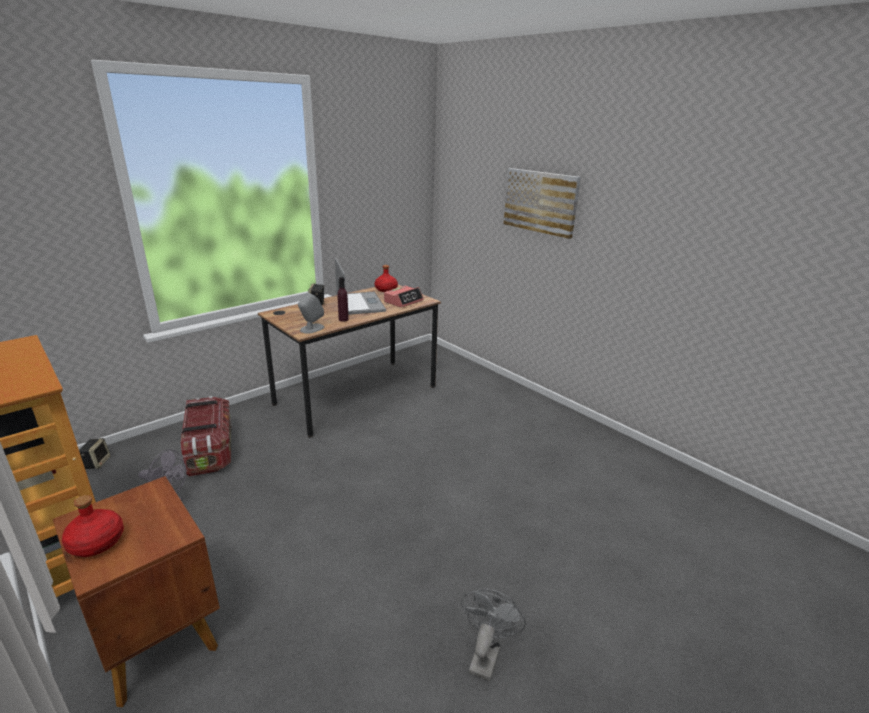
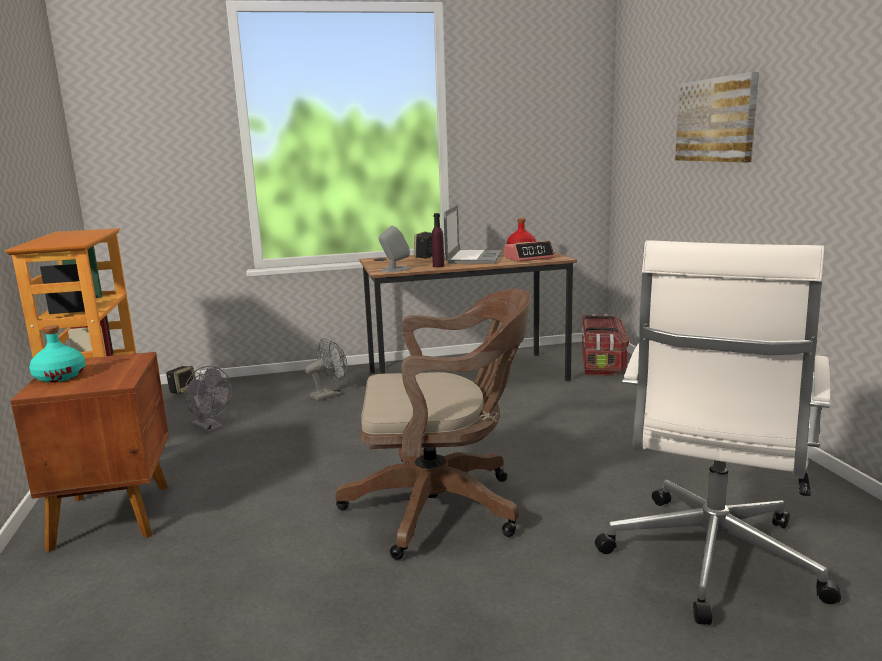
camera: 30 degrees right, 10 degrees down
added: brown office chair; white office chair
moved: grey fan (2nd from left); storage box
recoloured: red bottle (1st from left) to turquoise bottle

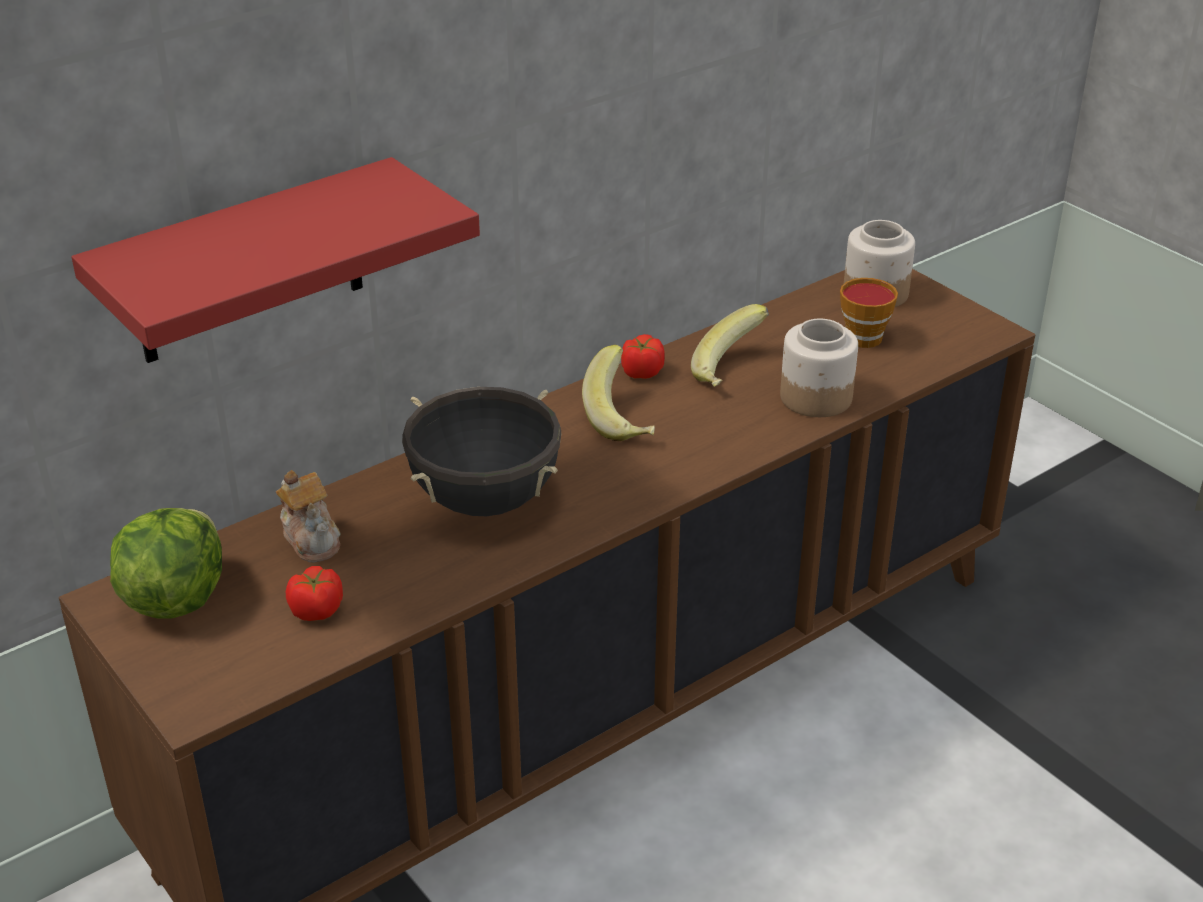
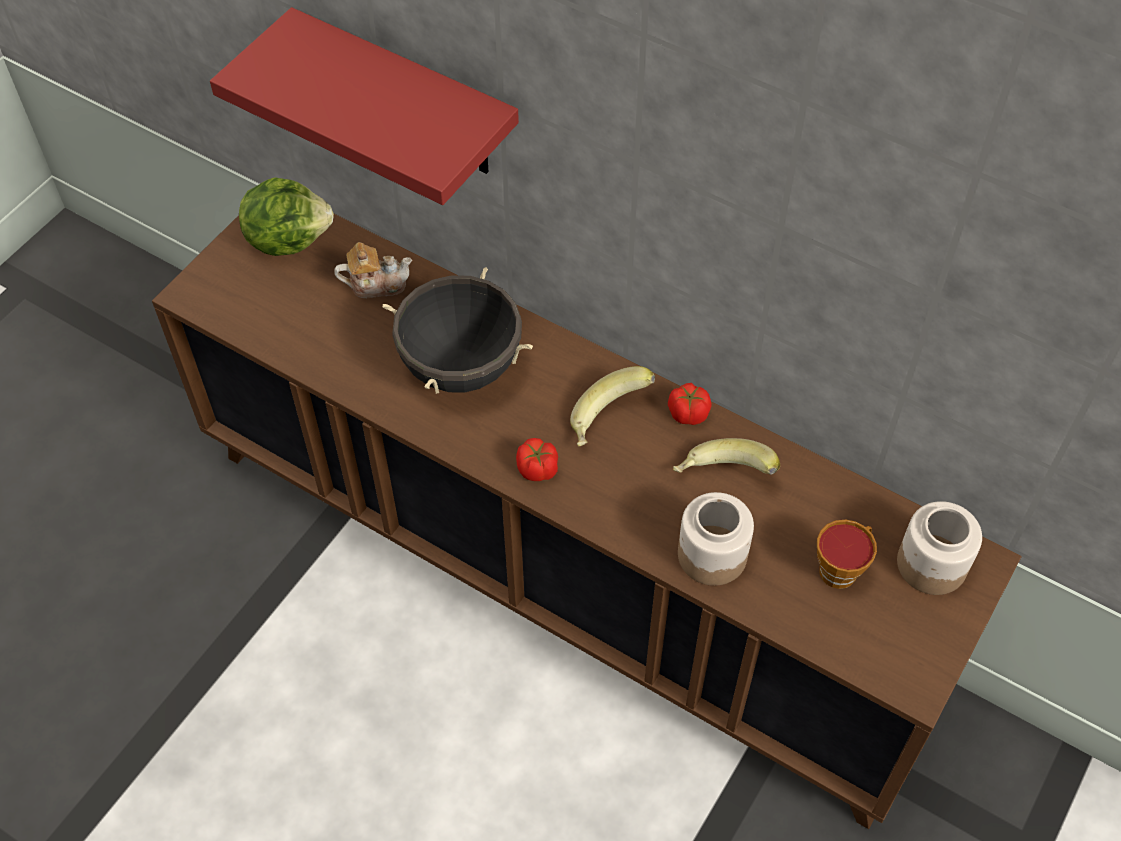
camera: 70 degrees right, 20 degrees up
moved: tomato (1st from left)
turned: teapot 135 degrees counterclockwise

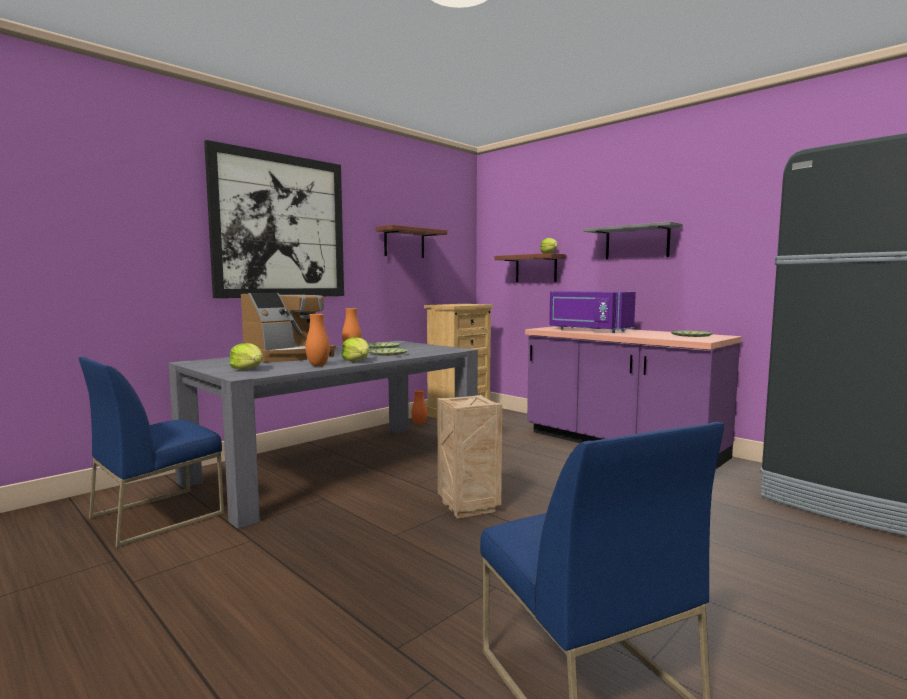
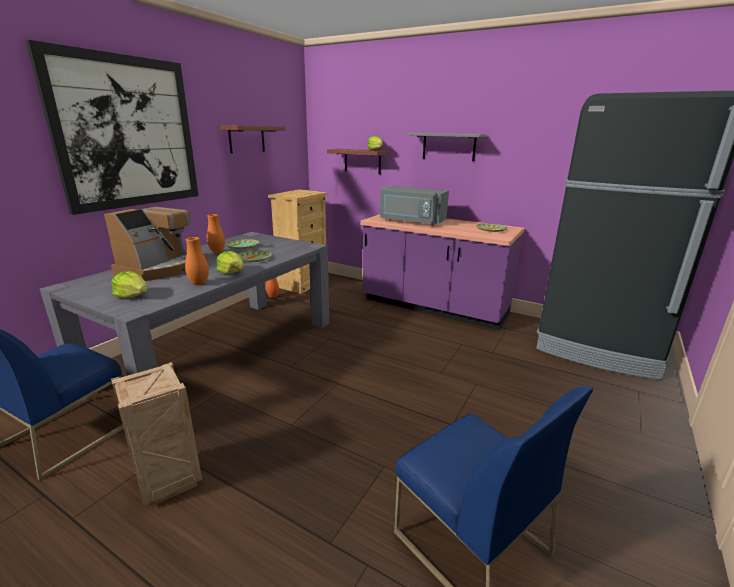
camera: 15 degrees left, 15 degrees up
moved: crate
recoloured: purple microwave to grey microwave

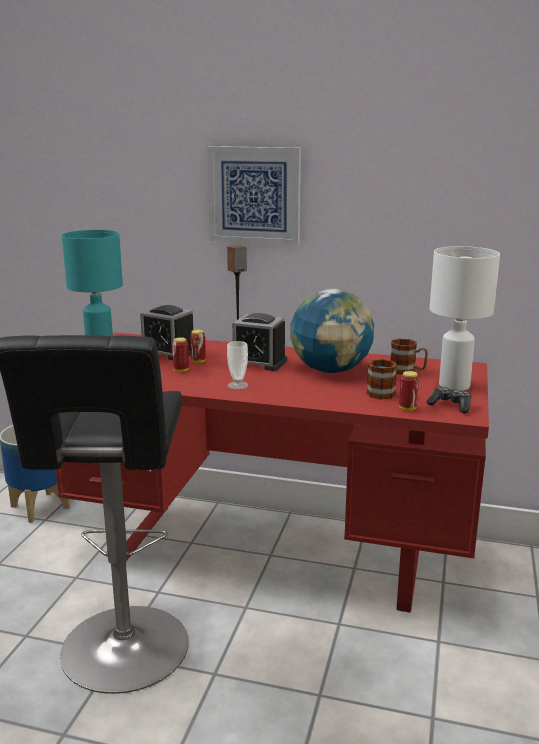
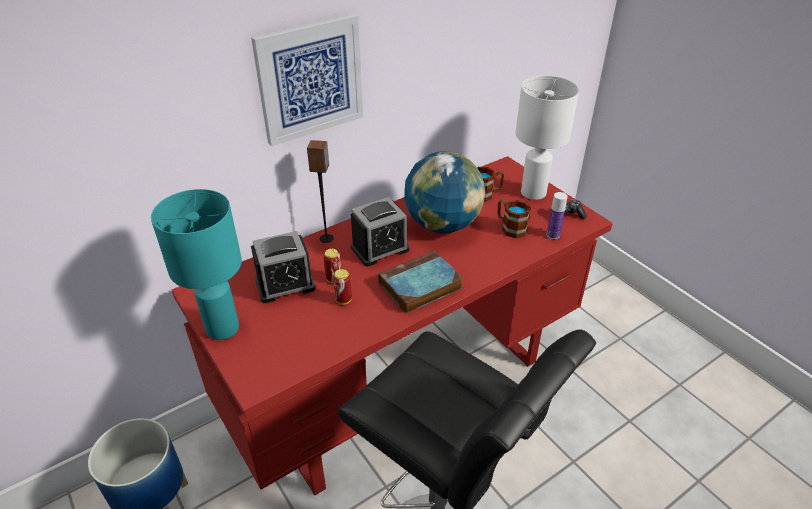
camera: 50 degrees left, 20 degrees up
replaced: cup to book; can (3rd from left) to bottle

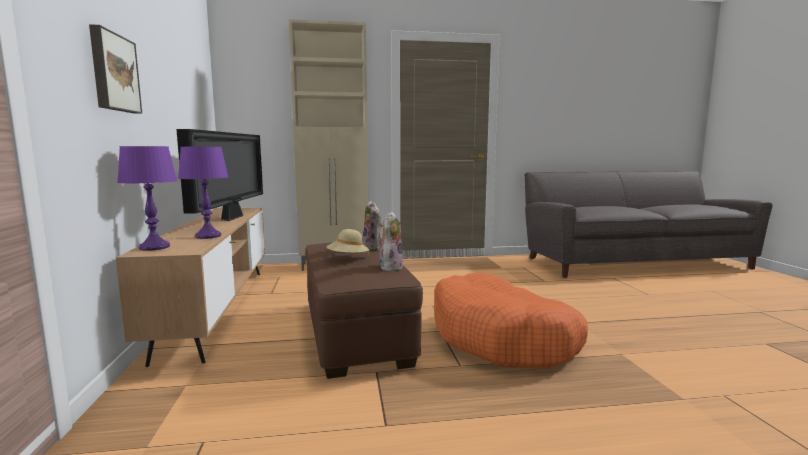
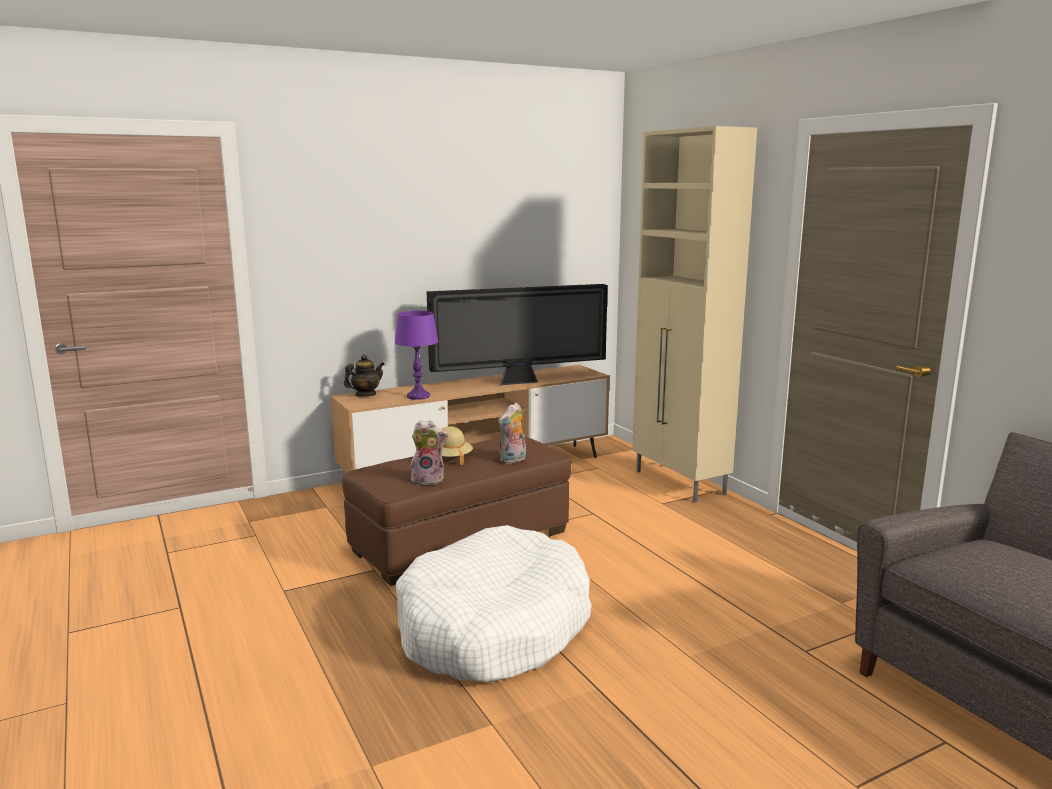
camera: 70 degrees right, 5 degrees up
removed: picture
replaced: purple table lamp (1st from left) to teapot
recoloured: orange dog bed to white dog bed

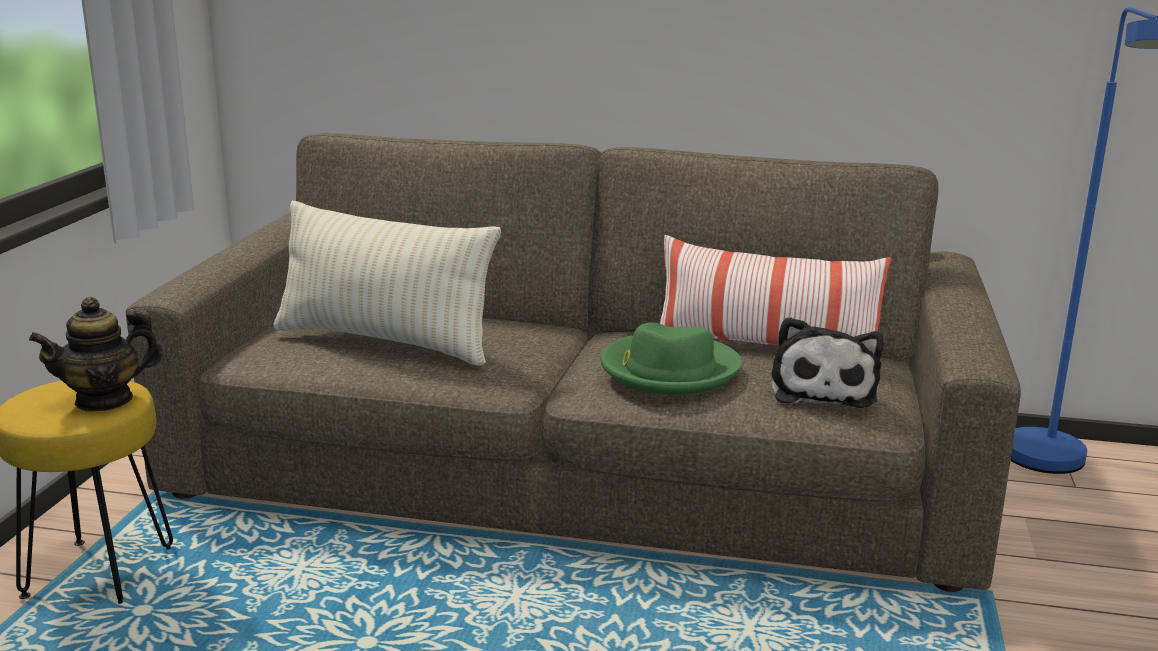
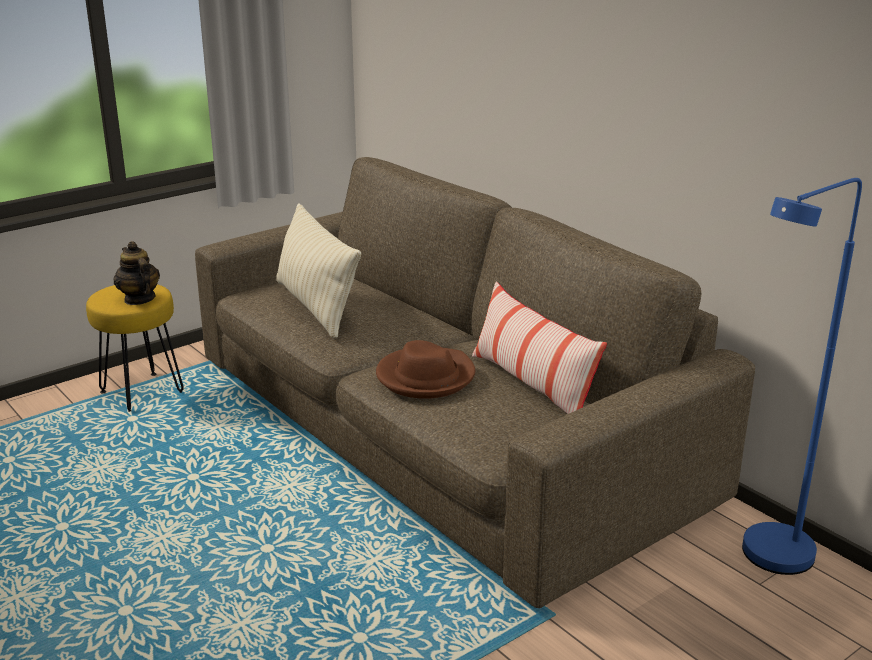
camera: 40 degrees right, 5 degrees up
removed: plush toy
recoloured: green hat to brown hat
turned: teapot 45 degrees clockwise

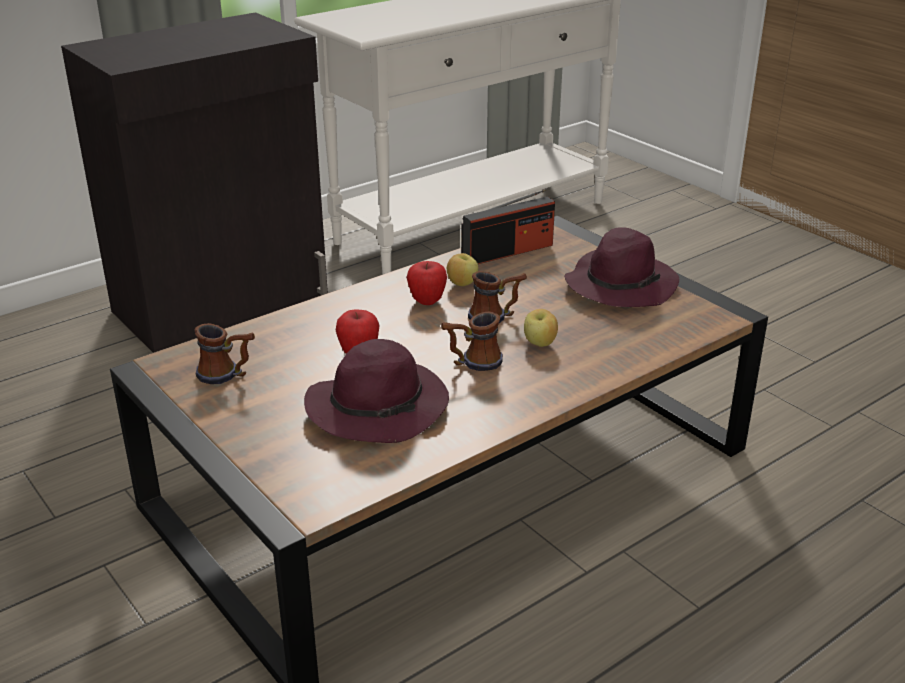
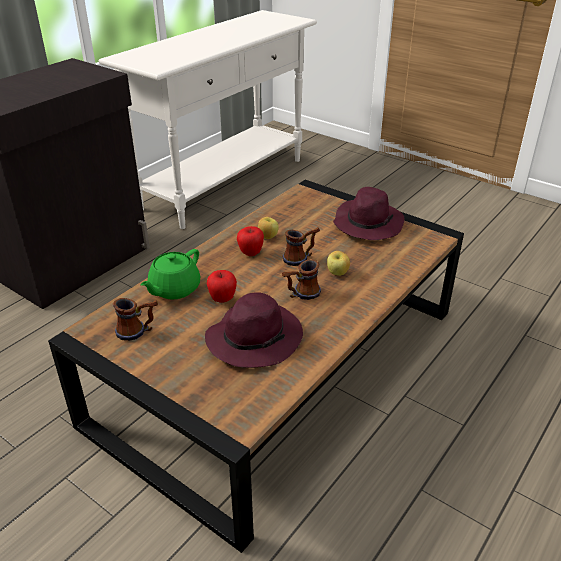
camera: 15 degrees left, 5 degrees up
removed: radio
added: green teapot

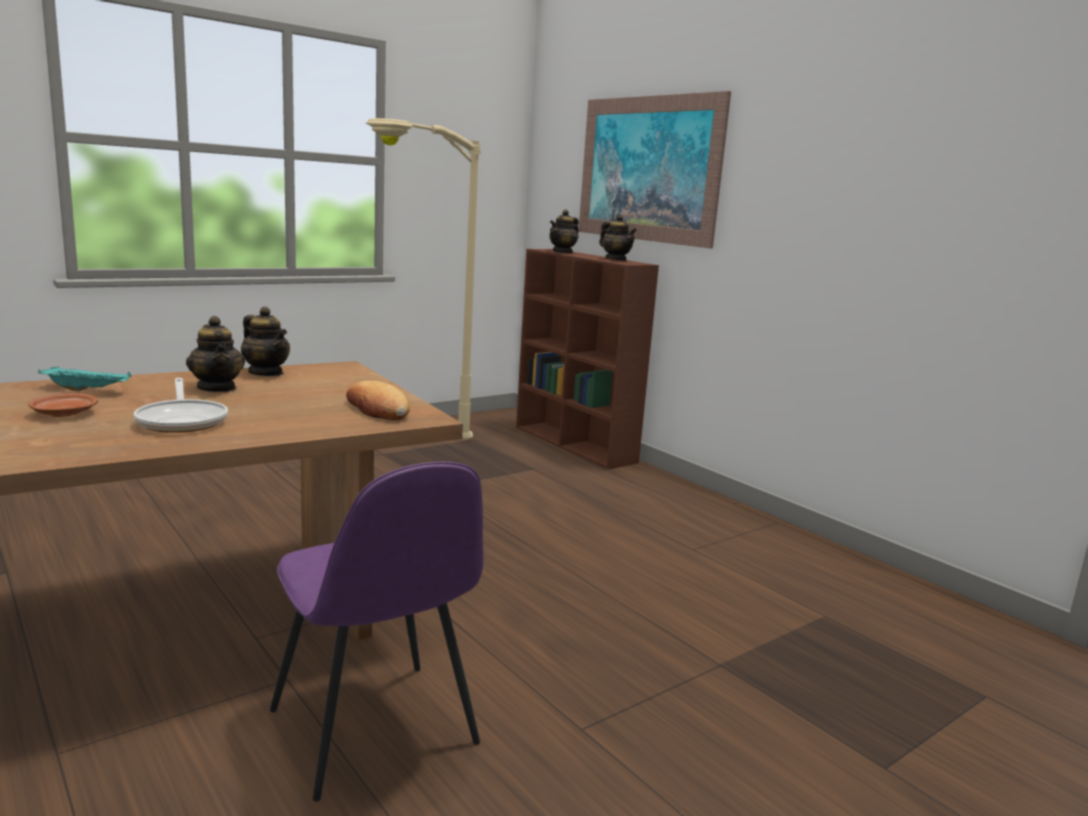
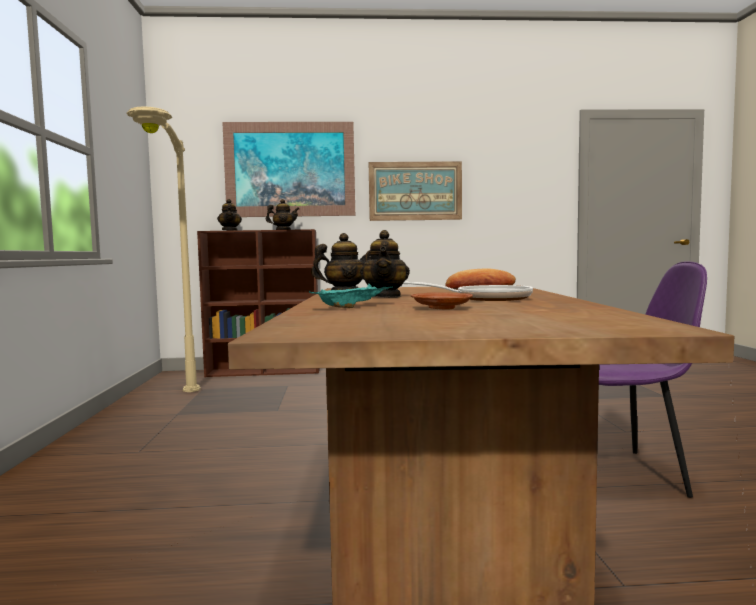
camera: 55 degrees left, 10 degrees down
added: picture (2nd from left)
turned: teapot (1st from left in the first image) 90 degrees clockwise

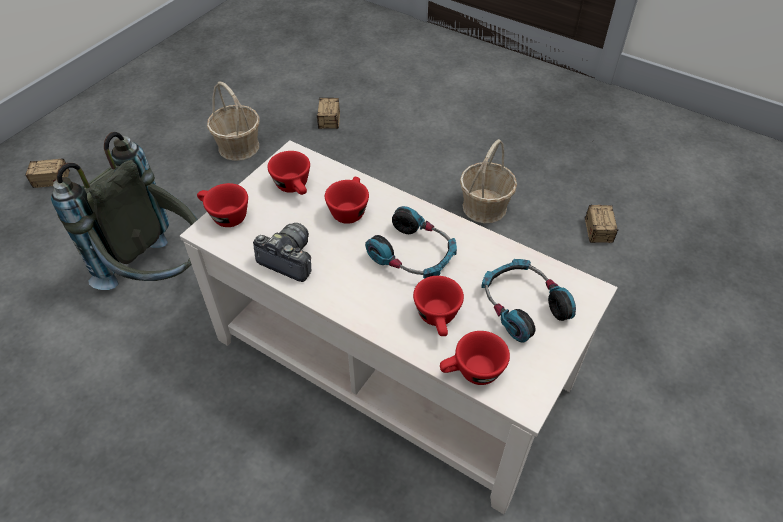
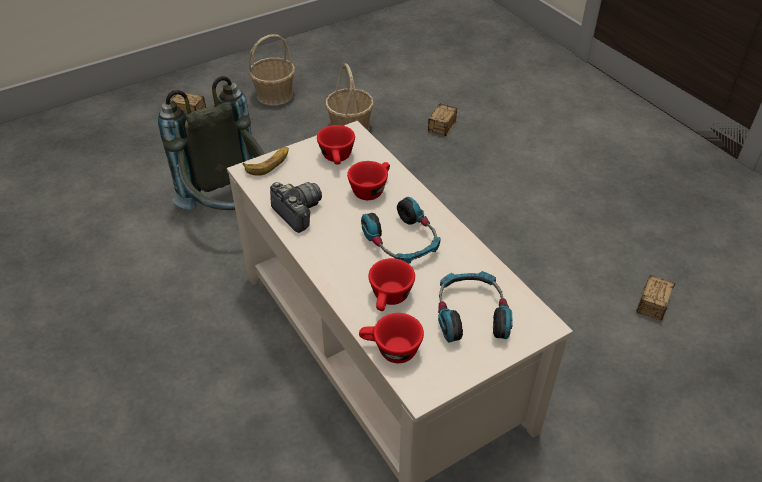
camera: 25 degrees right, 5 degrees down
moved: basket (2nd from left in the first image) to basket (1st from left)
replaced: red cup (1st from left) to banana

